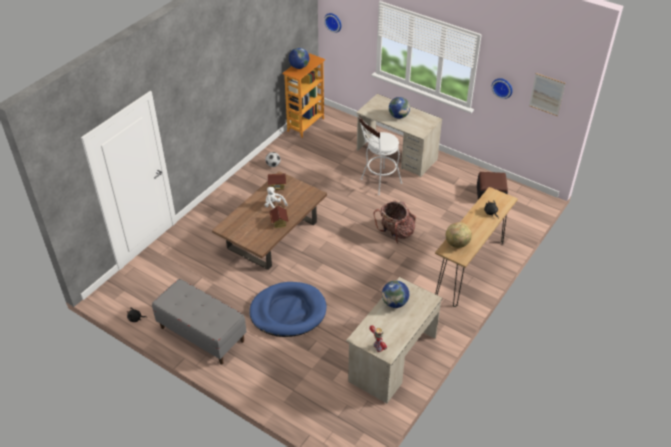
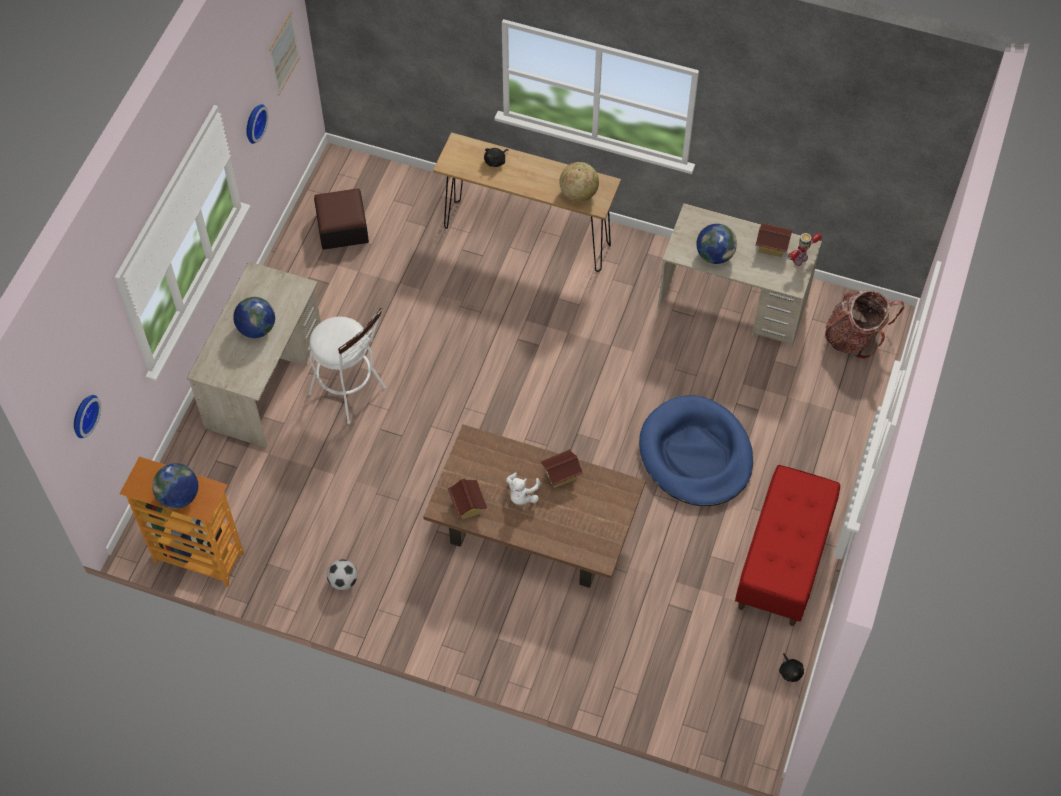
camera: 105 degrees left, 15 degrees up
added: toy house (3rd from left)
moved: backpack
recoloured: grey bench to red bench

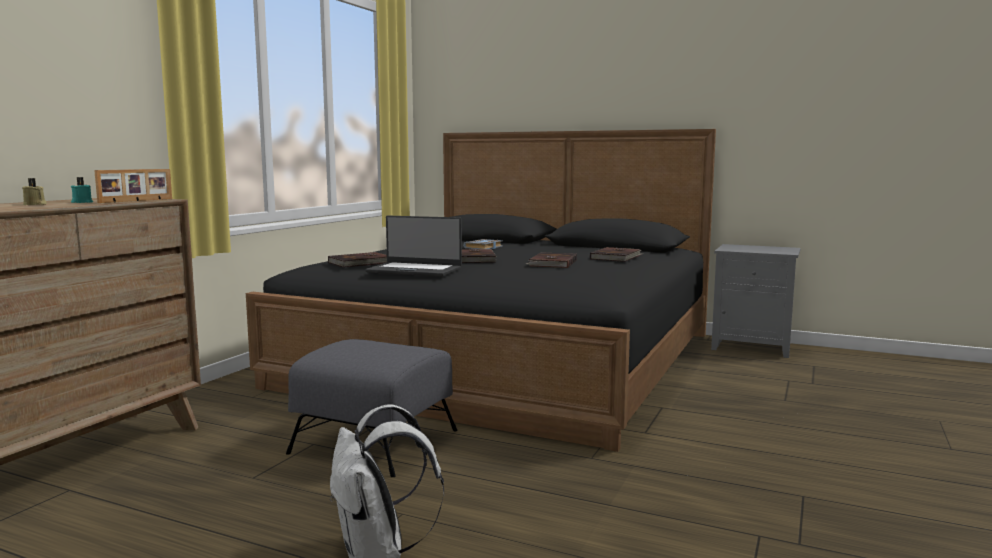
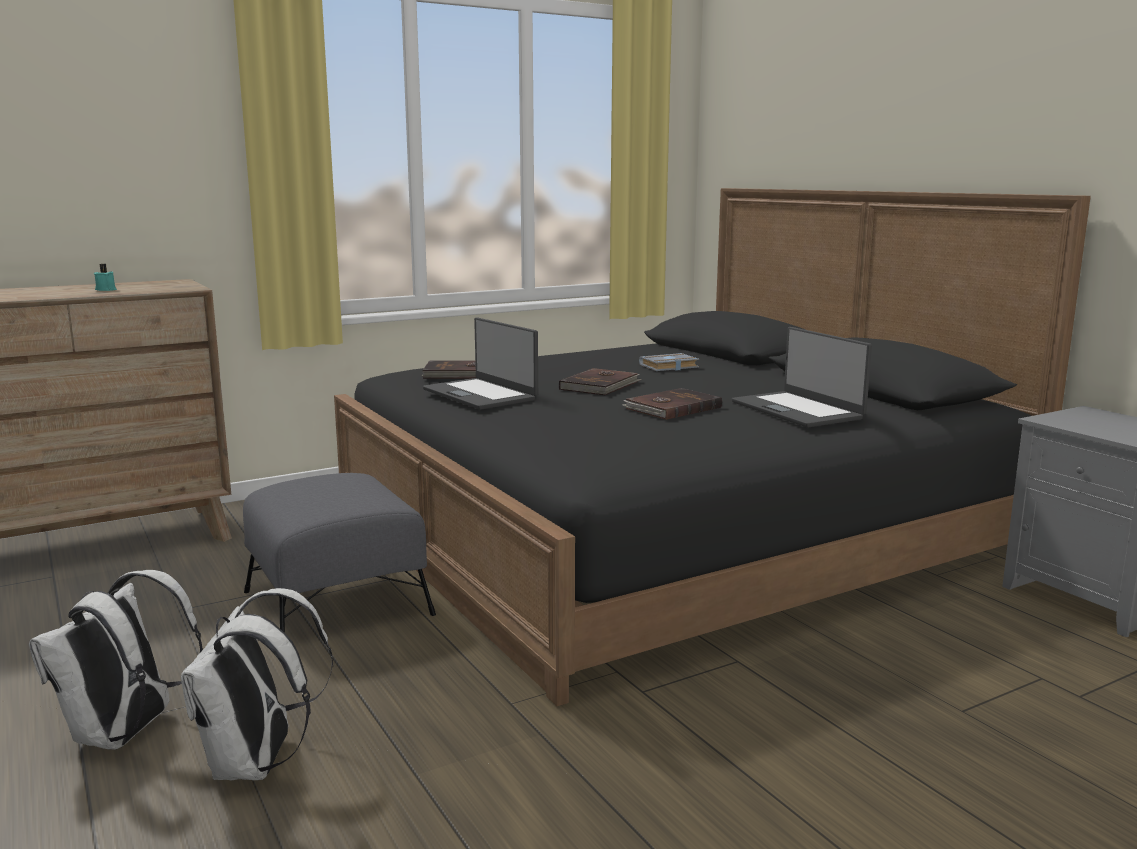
camera: 35 degrees right, 5 degrees up
removed: beige candle; picture frame
added: white backpack (2nd from left)
replaced: brown book (4th from left) to laptop (2nd from left)

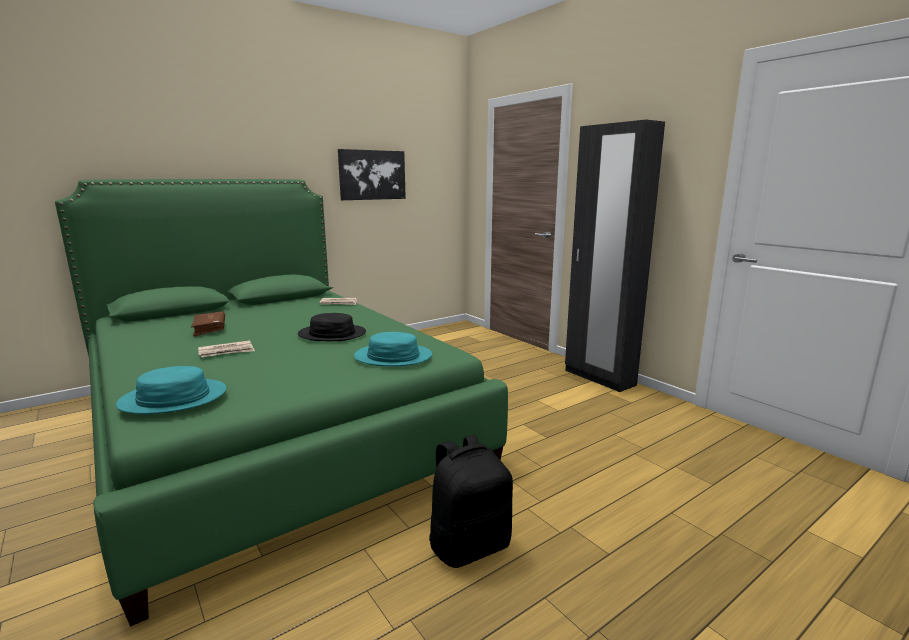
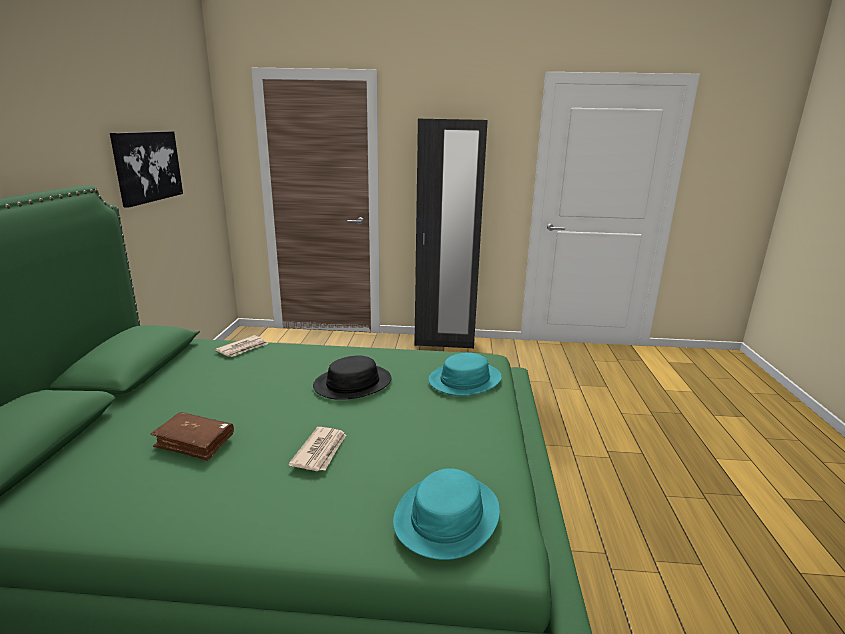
camera: 50 degrees left, 5 degrees up
removed: black backpack

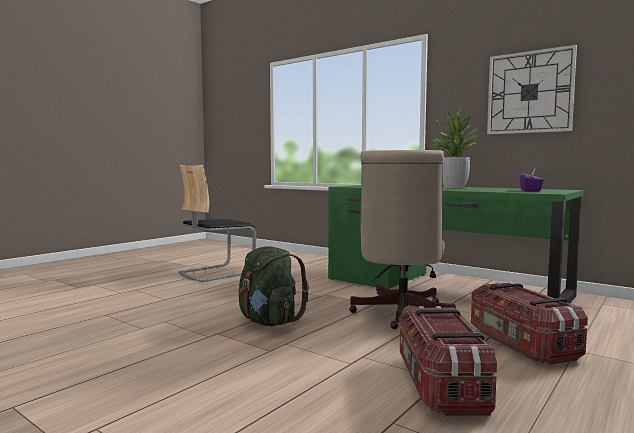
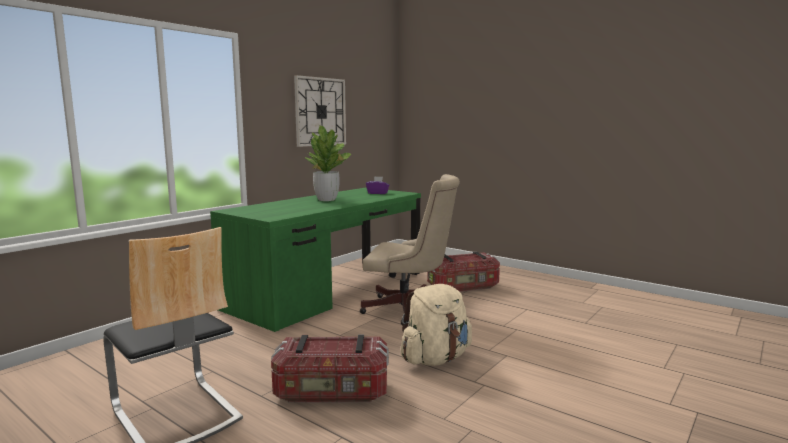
camera: 90 degrees left, 5 degrees up
moved: storage box (1st from left)
recoloured: green backpack to beige backpack

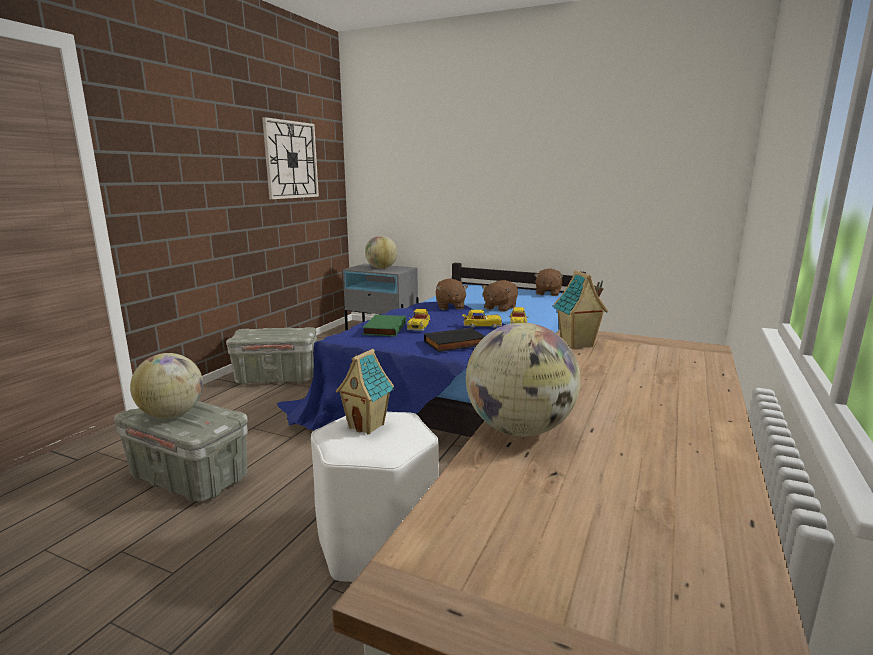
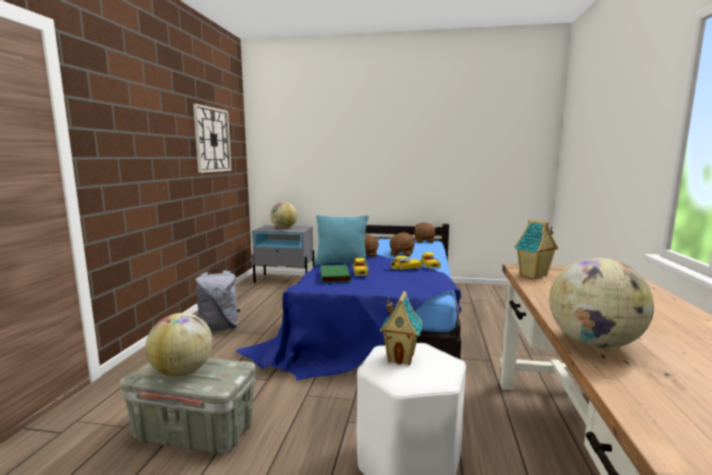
camera: 15 degrees left, 5 degrees down
removed: black book
added: turquoise pillow
replaced: grey storage box (2nd from left) to grey backpack

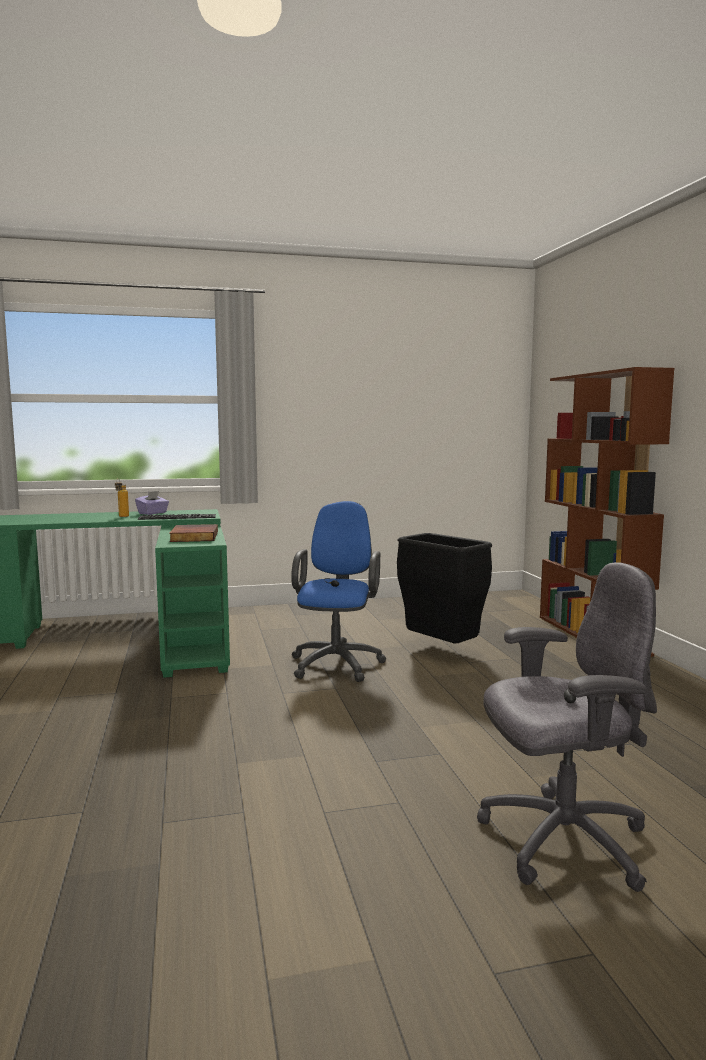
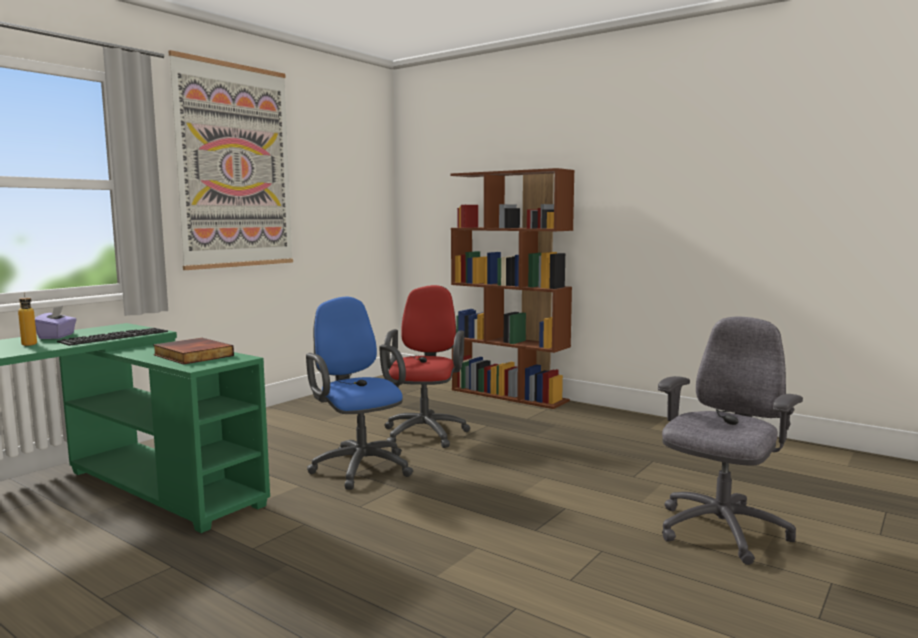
camera: 40 degrees left, 0 degrees up
added: picture
replaced: black trash can to red office chair

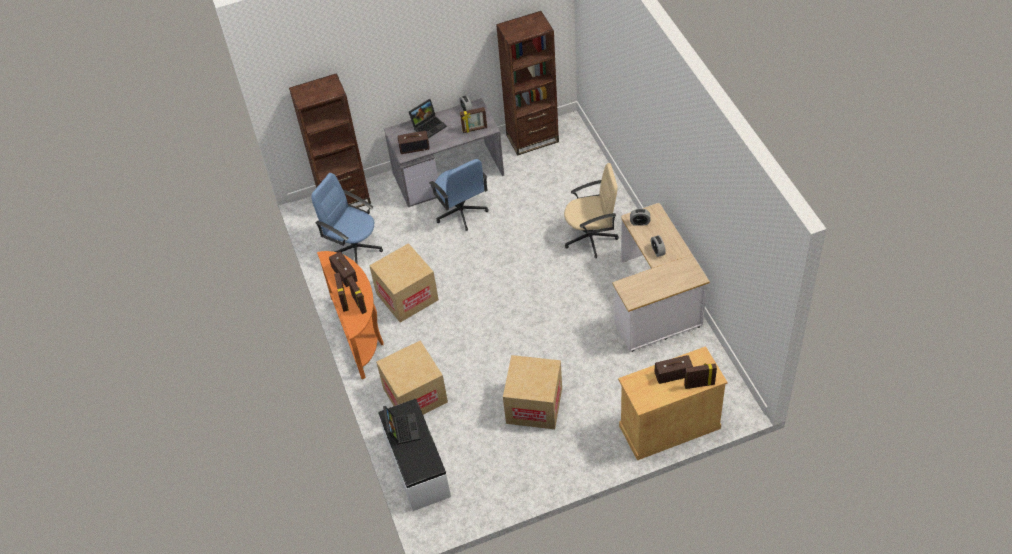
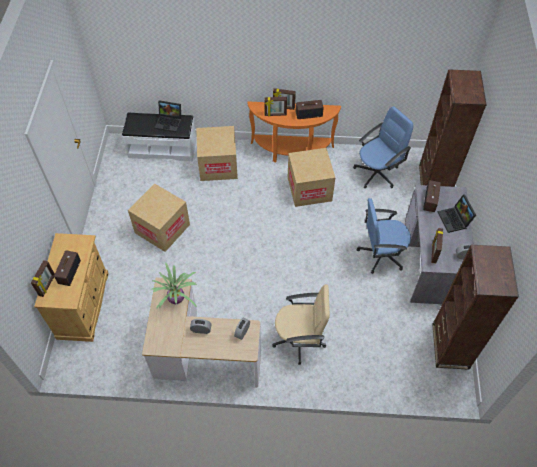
camera: 110 degrees right, 5 degrees up
added: potted plant
turned: beige office chair 105 degrees counterclockwise

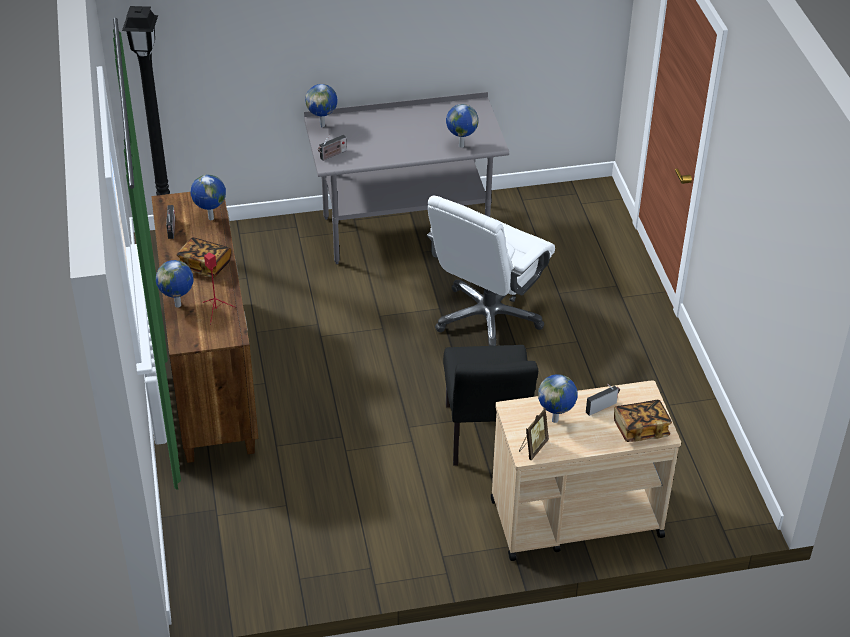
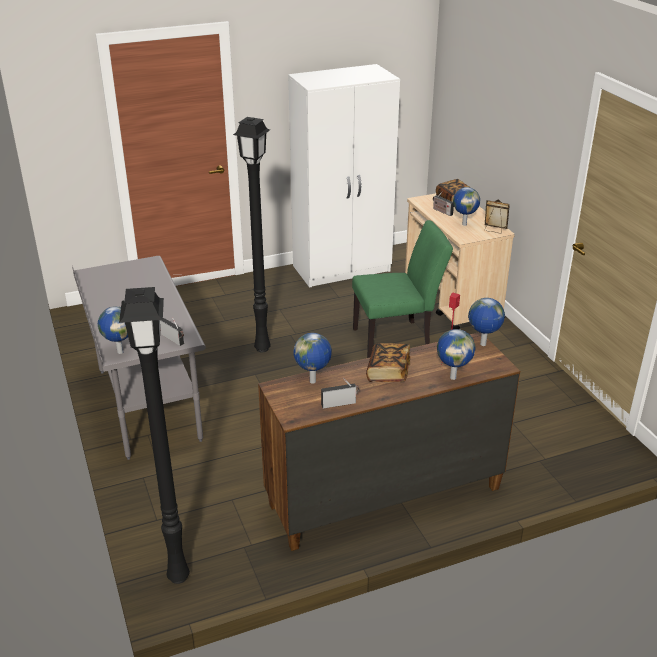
camera: 100 degrees left, 10 degrees down
added: white wardrobe
moved: globe (4th from left in the first image) to globe (5th from left)
replaced: white office chair to black floor lamp (2nd from left)
recoloured: black chair to green chair

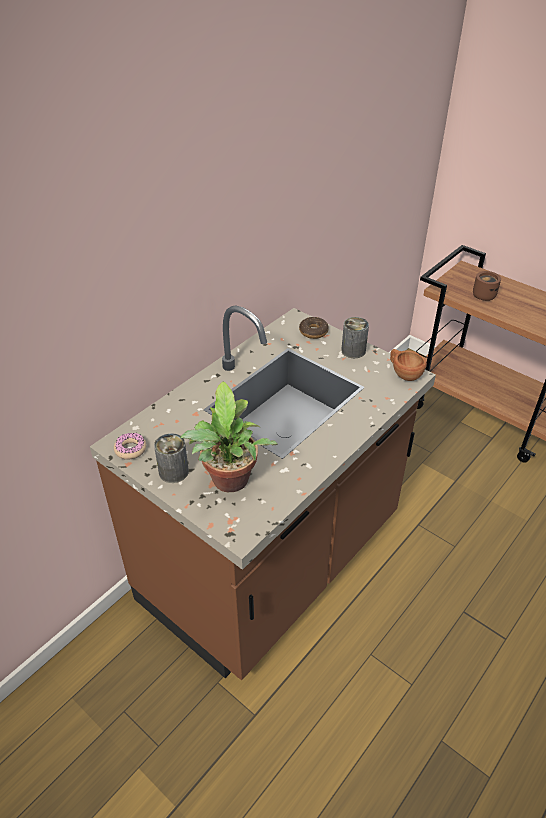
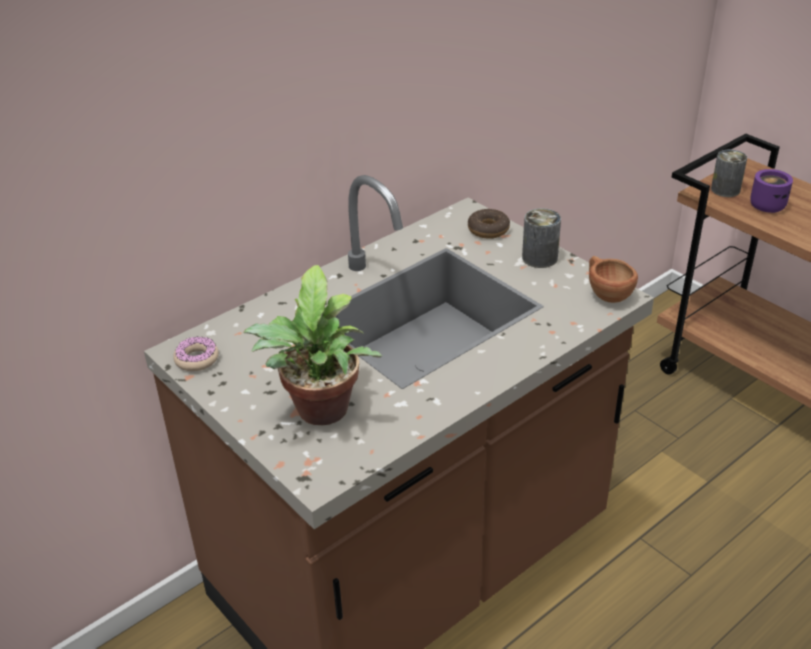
camera: 10 degrees right, 5 degrees down
moved: can (1st from left in the first image) to can (2nd from left)
recoloured: brown mug to purple mug

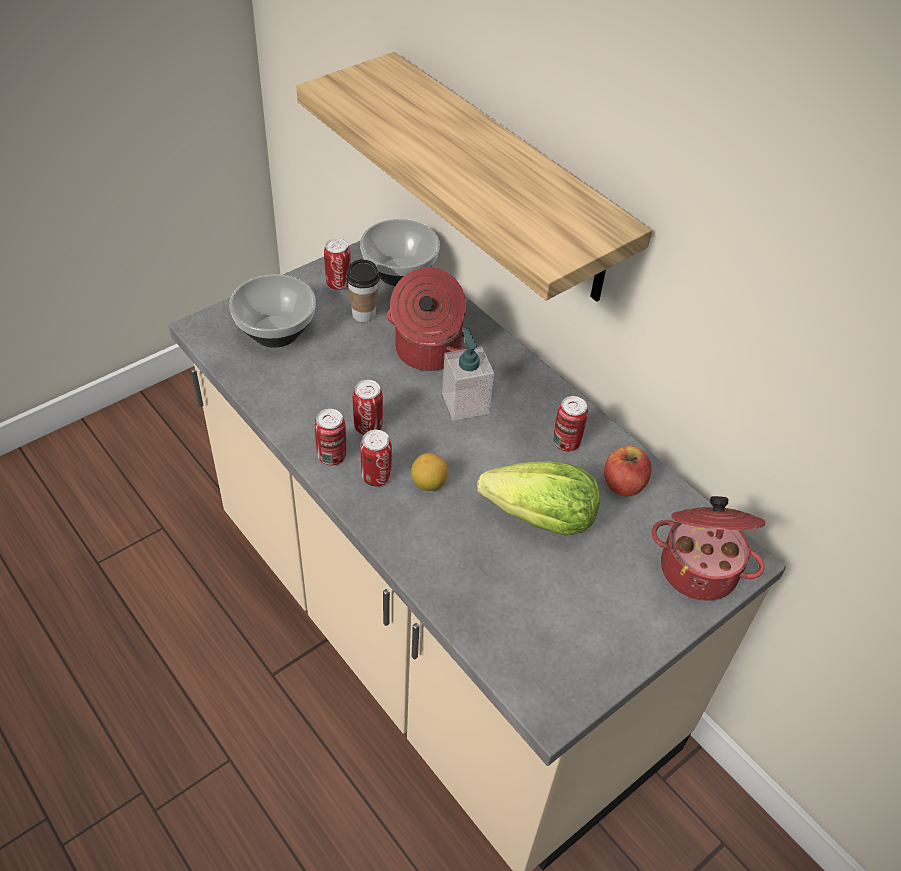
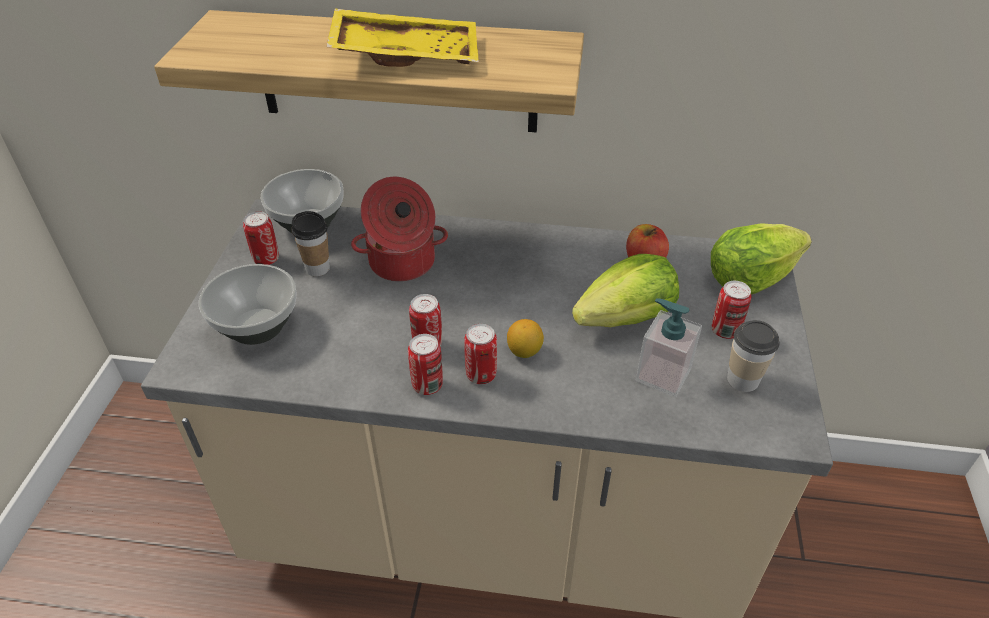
camera: 40 degrees left, 5 degrees down
added: yellow tray; cup (2nd from left)
moved: soap dispenser; can (5th from left)
replaced: cooking pot (2nd from left) to lettuce (2nd from left)

